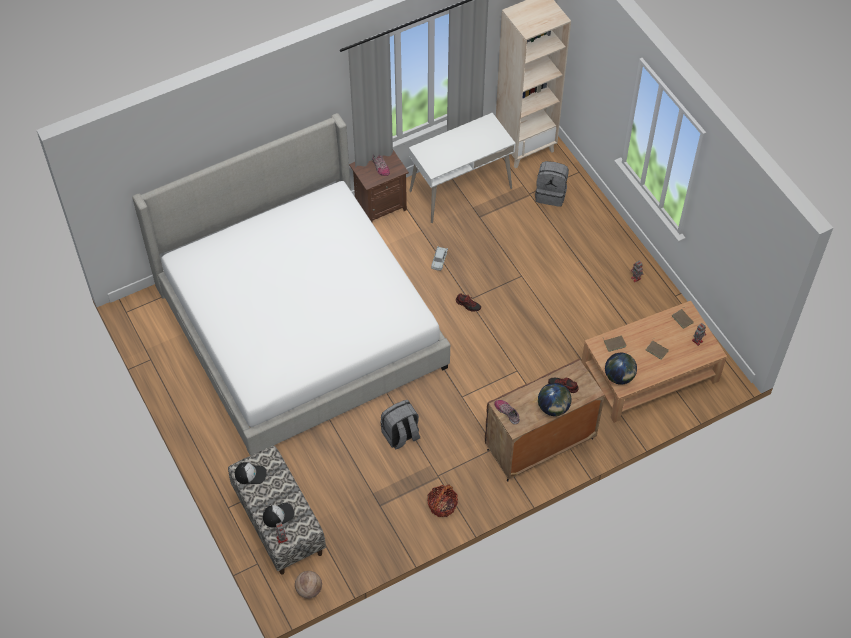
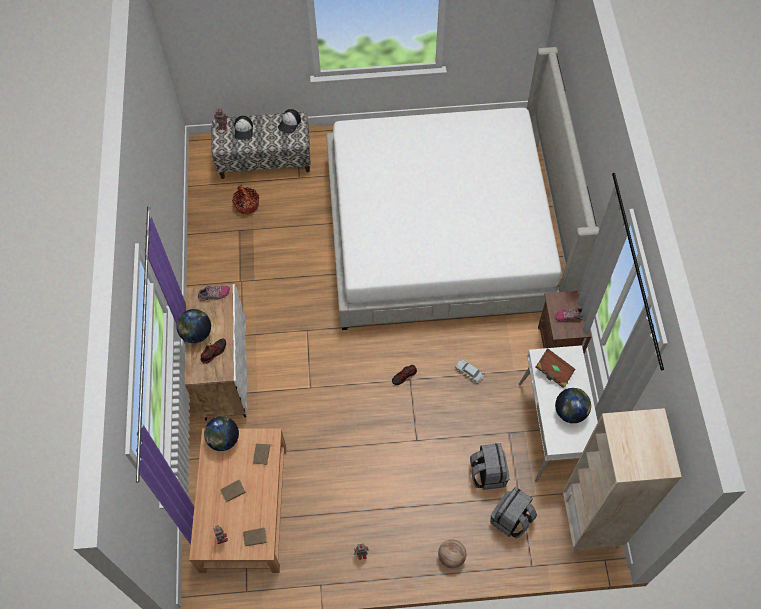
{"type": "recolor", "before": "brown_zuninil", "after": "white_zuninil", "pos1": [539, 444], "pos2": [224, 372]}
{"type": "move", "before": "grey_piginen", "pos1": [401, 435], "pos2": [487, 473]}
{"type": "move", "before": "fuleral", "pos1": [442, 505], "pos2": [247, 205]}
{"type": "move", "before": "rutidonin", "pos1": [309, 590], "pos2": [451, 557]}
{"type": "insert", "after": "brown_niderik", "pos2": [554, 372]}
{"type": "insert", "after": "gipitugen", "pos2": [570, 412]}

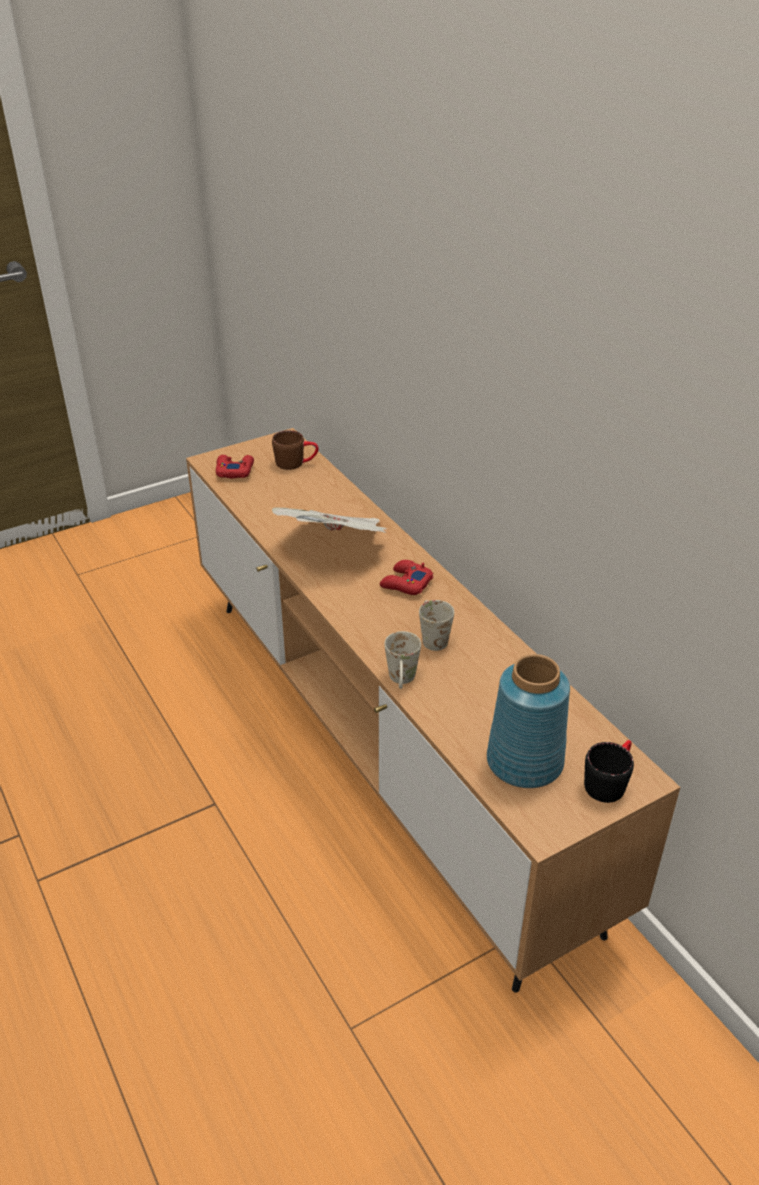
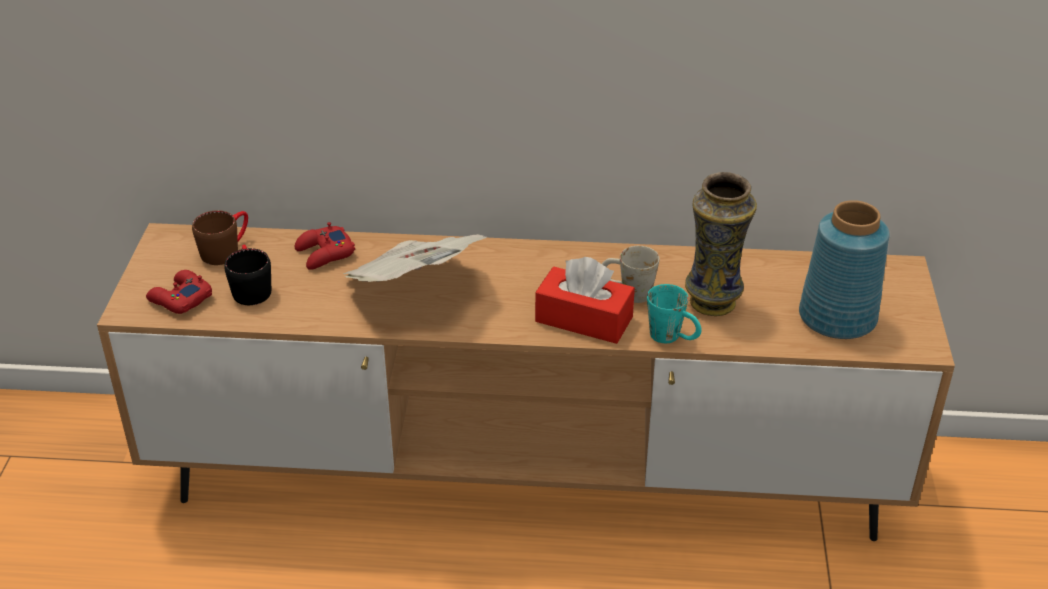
{"type": "move", "before": "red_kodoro", "pos1": [405, 583], "pos2": [324, 253]}
{"type": "recolor", "before": "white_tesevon", "after": "turquoise_tesevon", "pos1": [402, 681], "pos2": [673, 338]}
{"type": "move", "before": "black_tesevon", "pos1": [609, 781], "pos2": [250, 288]}
{"type": "insert", "after": "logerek", "pos2": [713, 303]}
{"type": "insert", "after": "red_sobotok", "pos2": [584, 319]}

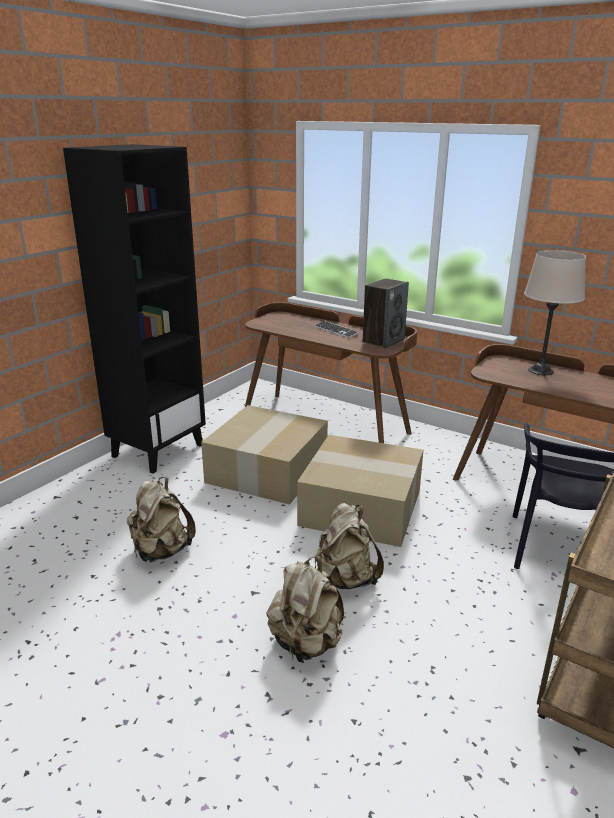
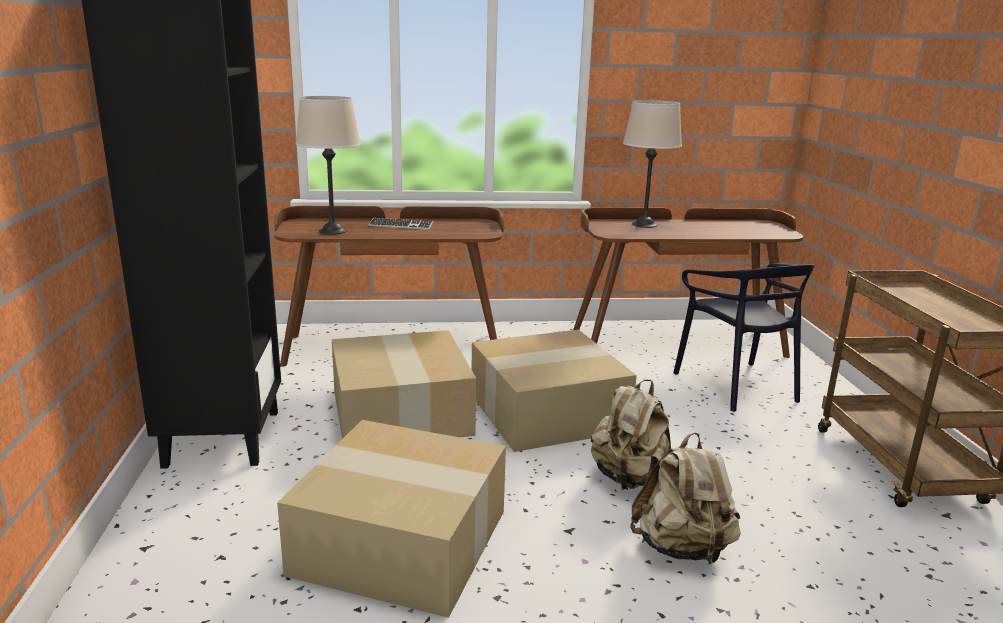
{"type": "delete", "before": "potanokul", "pos1": [383, 341]}
{"type": "replace", "before": "beige_piginen", "after": "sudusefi", "pos1": [161, 551], "pos2": [404, 540]}
{"type": "insert", "after": "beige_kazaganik", "pos2": [332, 231]}

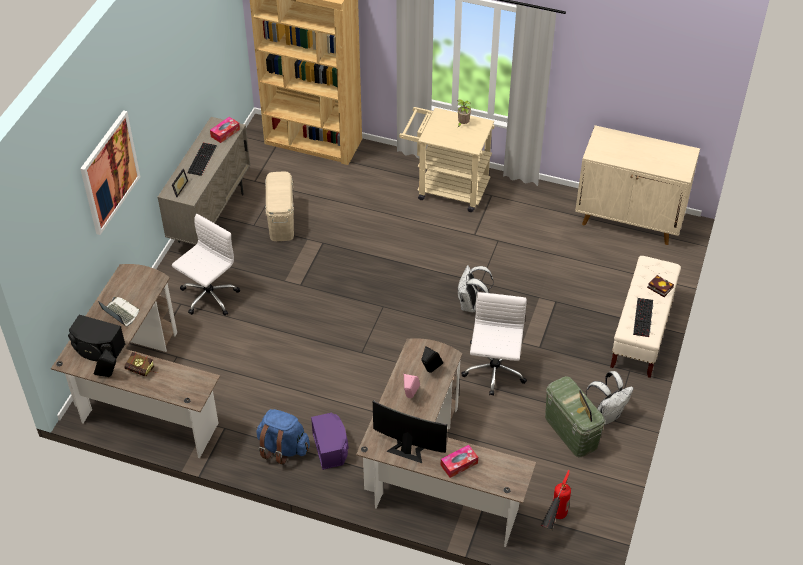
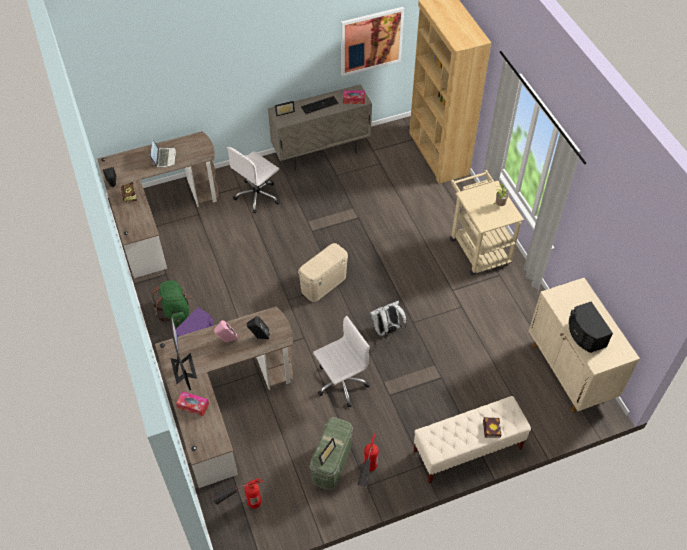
{"type": "move", "before": "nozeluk", "pos1": [109, 172], "pos2": [371, 41]}
{"type": "move", "before": "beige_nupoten", "pos1": [281, 221], "pos2": [323, 284]}
{"type": "rotate", "before": "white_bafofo", "pos1": [208, 297], "pos2": [258, 196], "turn": 135}
{"type": "delete", "before": "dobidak", "pos1": [643, 318]}
{"type": "move", "before": "black_potanokul", "pos1": [98, 349], "pos2": [585, 334]}
{"type": "replace", "before": "white_piginen", "after": "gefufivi", "pos1": [606, 415], "pos2": [367, 476]}
{"type": "recolor", "before": "blue_piginen", "after": "green_piginen", "pos1": [282, 448], "pos2": [175, 312]}

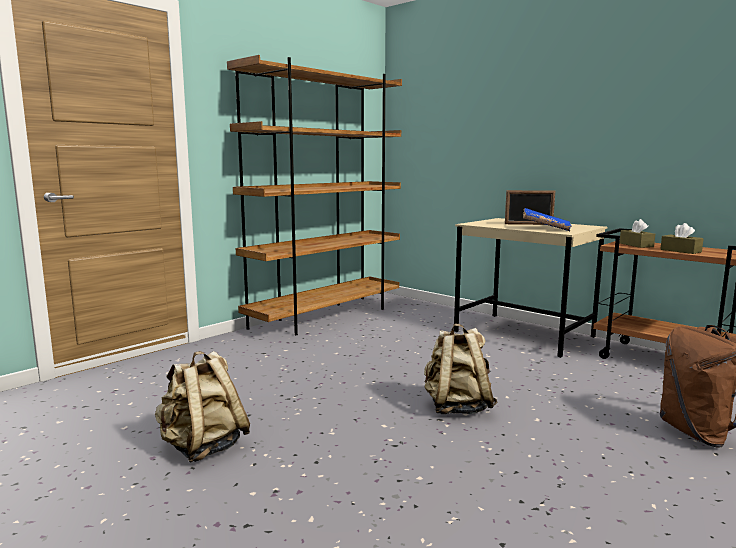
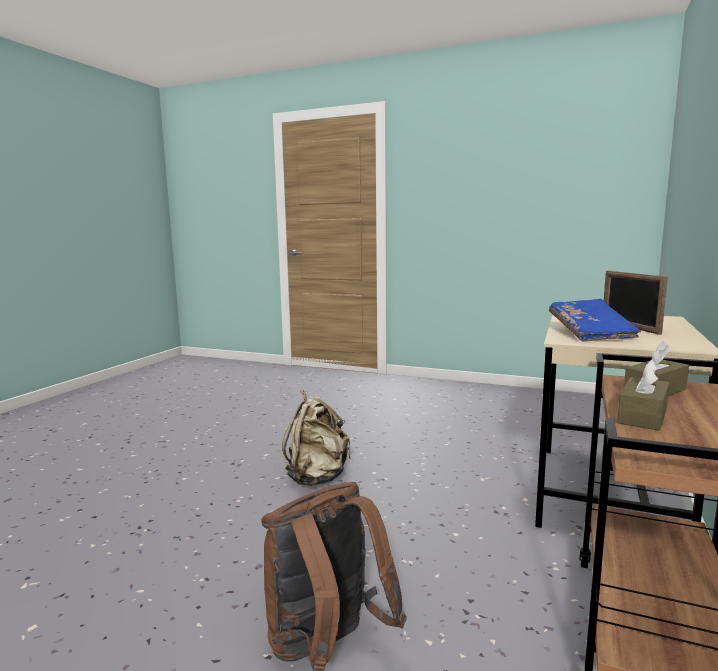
{"type": "delete", "before": "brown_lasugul", "pos1": [326, 316]}
{"type": "delete", "before": "beige_piginen", "pos1": [203, 447]}

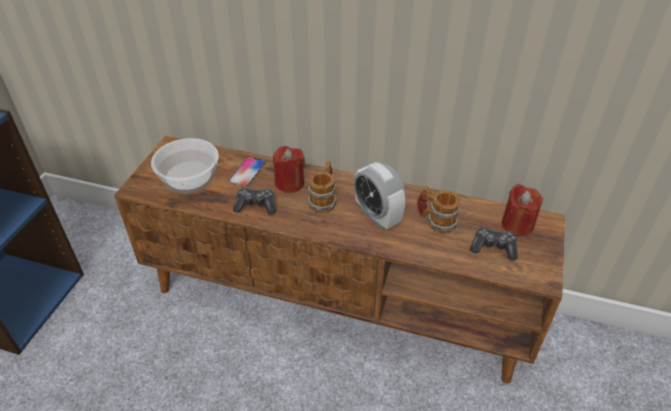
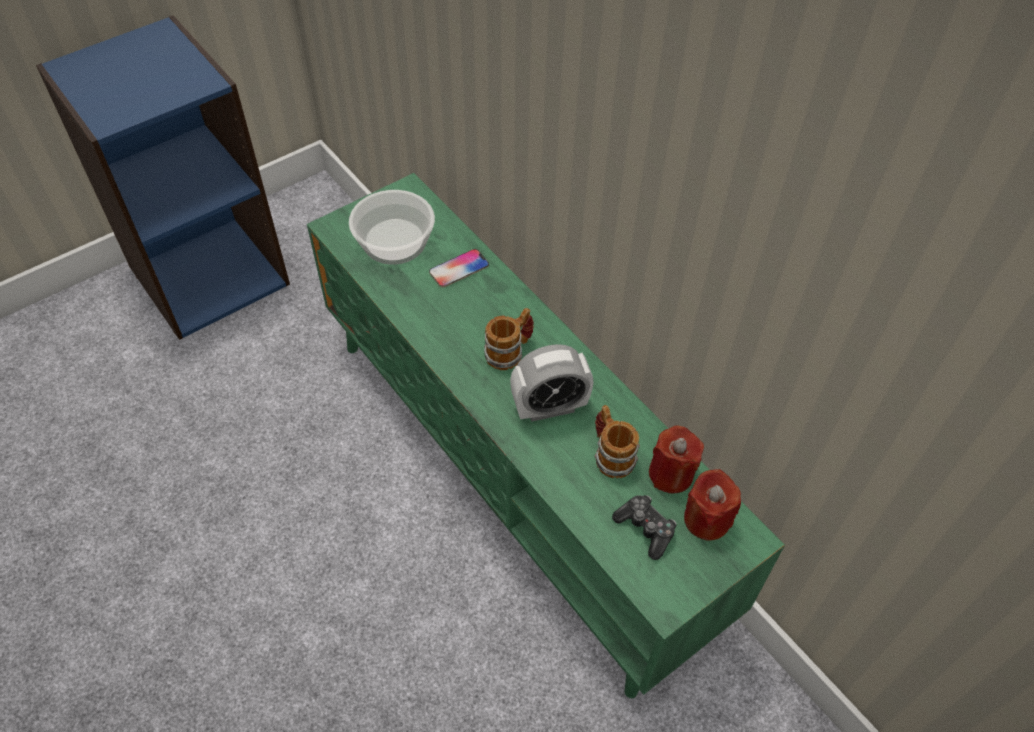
{"type": "recolor", "before": "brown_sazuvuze", "after": "green_sazuvuze", "pos1": [337, 302], "pos2": [517, 475]}
{"type": "move", "before": "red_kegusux", "pos1": [289, 183], "pos2": [671, 474]}
{"type": "rotate", "before": "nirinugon", "pos1": [377, 216], "pos2": [549, 407], "turn": -105}
{"type": "delete", "before": "kodoro", "pos1": [256, 205]}

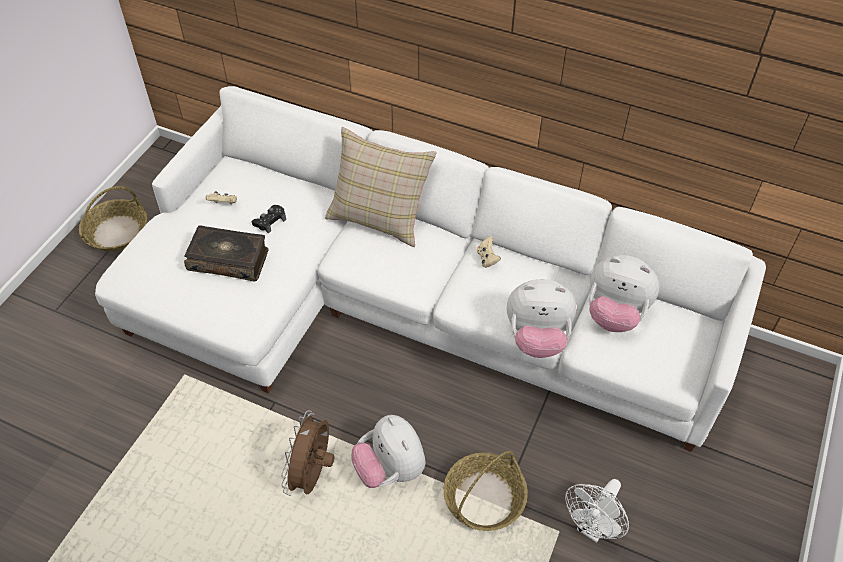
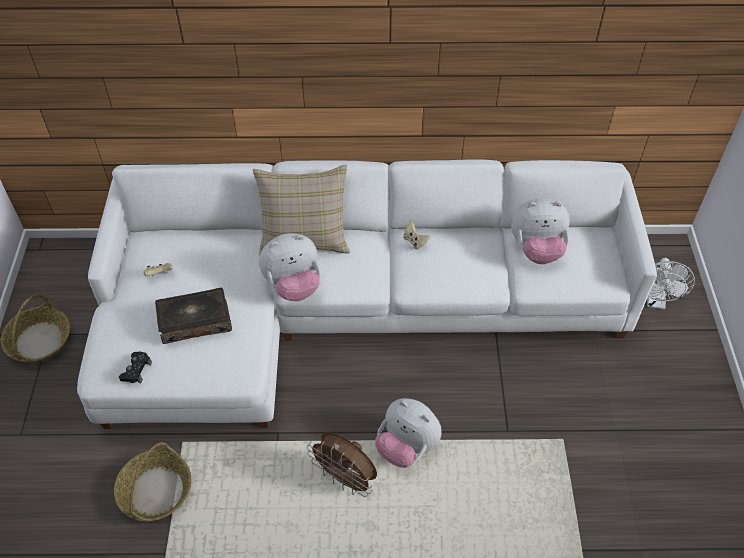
{"type": "move", "before": "black_kodoro", "pos1": [270, 221], "pos2": [136, 370]}
{"type": "move", "before": "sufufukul", "pos1": [537, 338], "pos2": [293, 286]}
{"type": "rotate", "before": "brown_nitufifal", "pos1": [313, 474], "pos2": [345, 478], "turn": -45}
{"type": "move", "before": "fuleral", "pos1": [484, 497], "pos2": [156, 490]}
{"type": "move", "before": "white_nitufifal", "pos1": [592, 528], "pos2": [656, 301]}

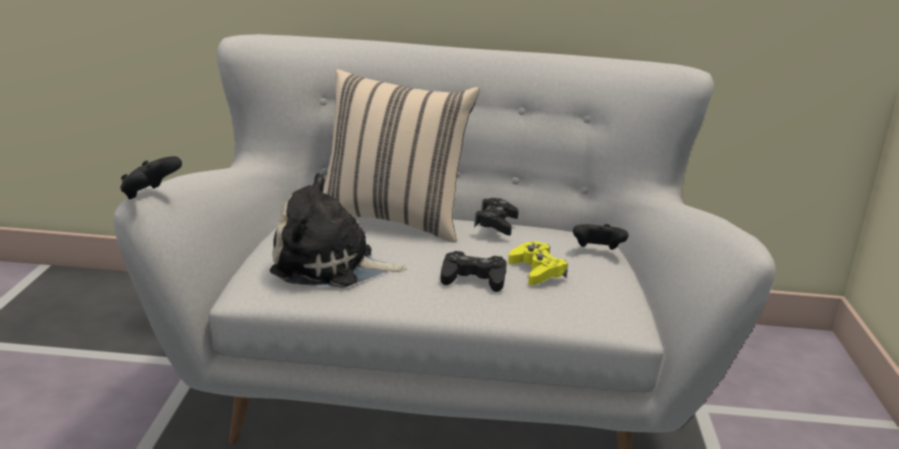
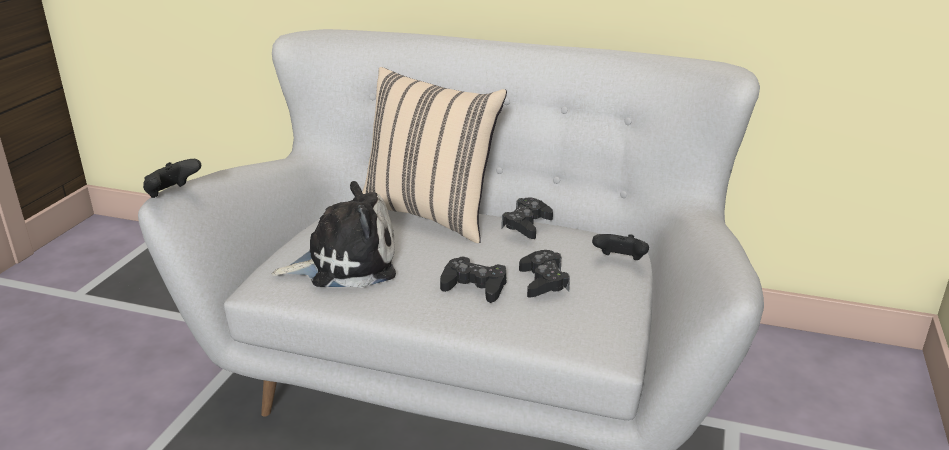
{"type": "rotate", "before": "sufufukul", "pos1": [330, 266], "pos2": [345, 263], "turn": 150}
{"type": "recolor", "before": "yellow_kodoro", "after": "black_kodoro", "pos1": [537, 271], "pos2": [543, 281]}

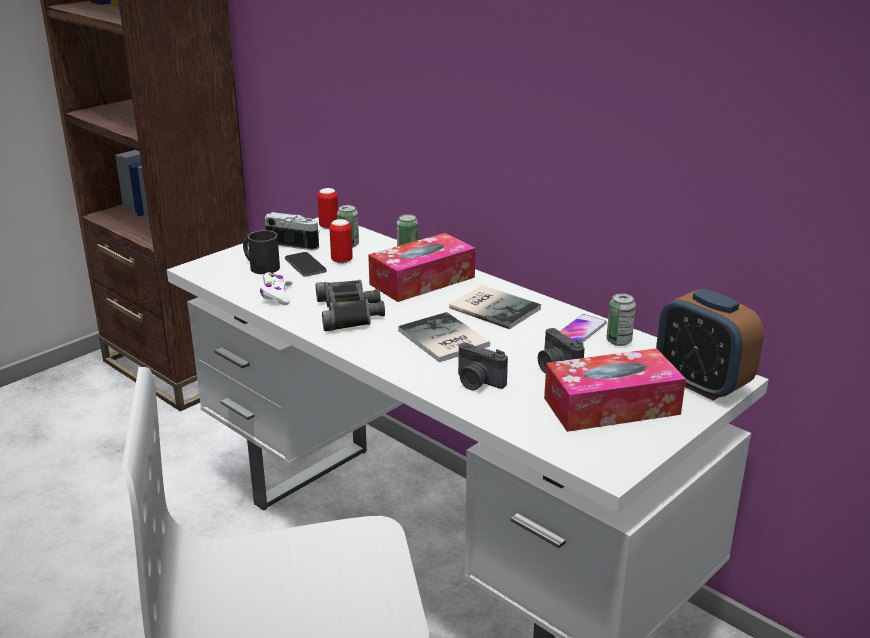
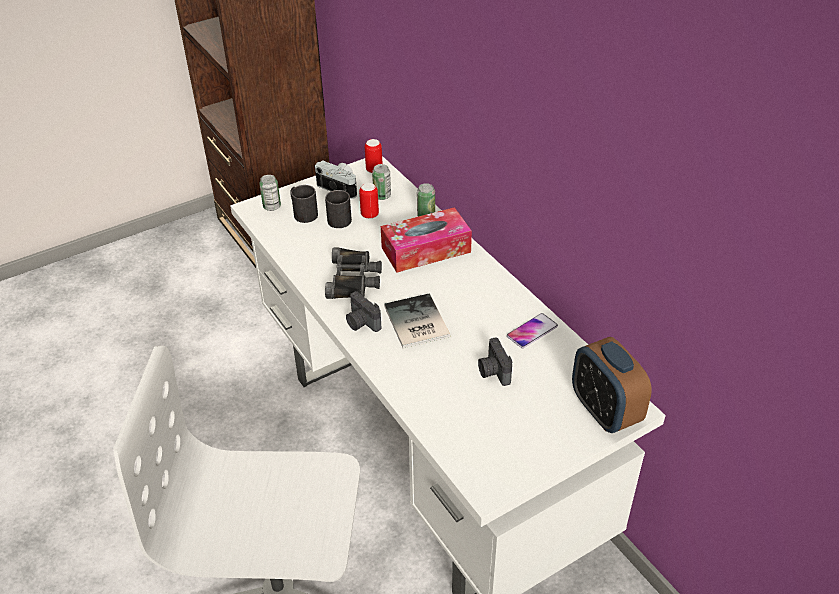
{"type": "replace", "before": "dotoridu", "after": "black_tesevon", "pos1": [305, 266], "pos2": [338, 217]}
{"type": "delete", "before": "white_kodoro", "pos1": [276, 294]}
{"type": "delete", "before": "niderik", "pos1": [494, 307]}
{"type": "move", "before": "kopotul", "pos1": [619, 341], "pos2": [272, 206]}
{"type": "move", "before": "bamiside", "pos1": [478, 382], "pos2": [361, 323]}
{"type": "delete", "before": "sobotok", "pos1": [611, 406]}

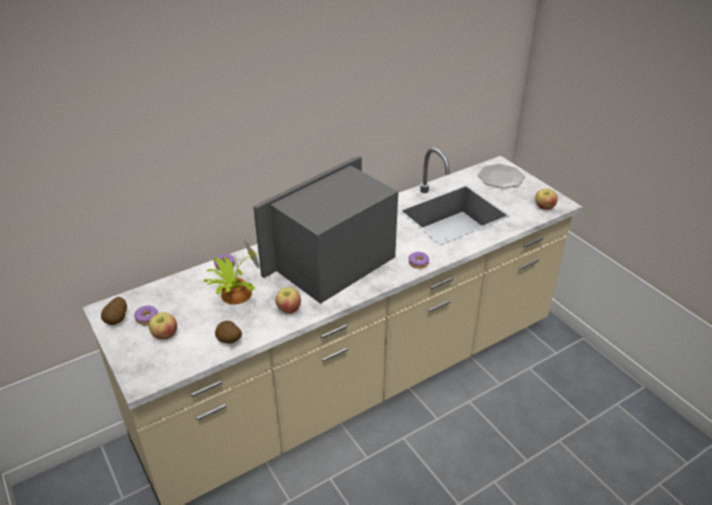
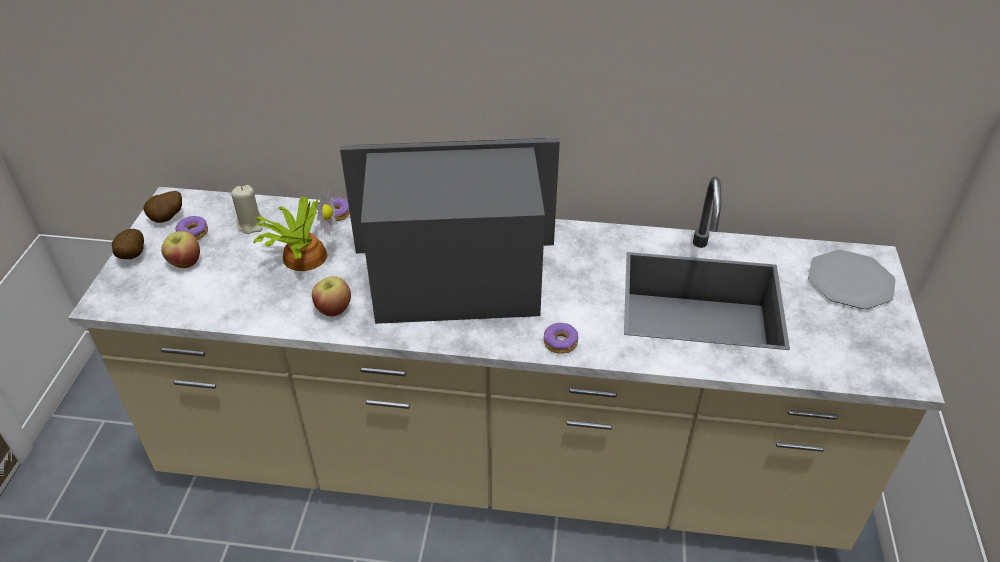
{"type": "delete", "before": "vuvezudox", "pos1": [544, 207]}
{"type": "move", "before": "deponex", "pos1": [229, 341], "pos2": [131, 256]}
{"type": "insert", "after": "beige_kegusux", "pos2": [251, 225]}

